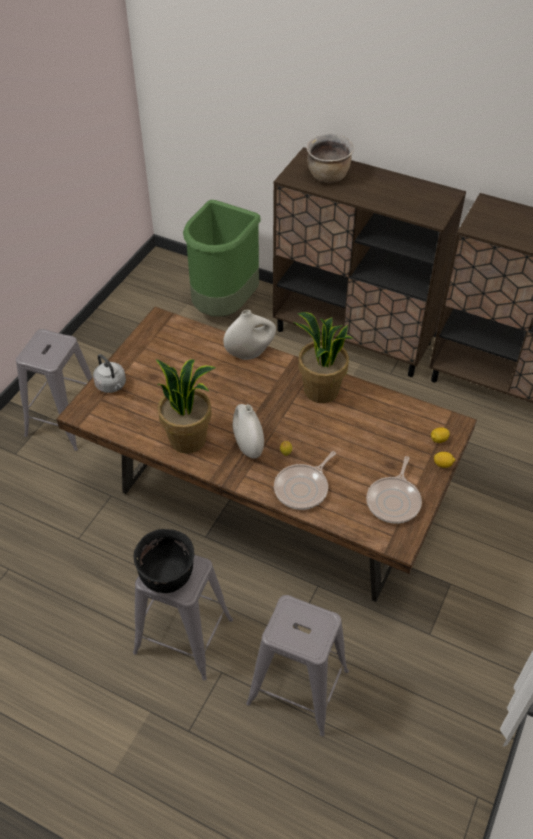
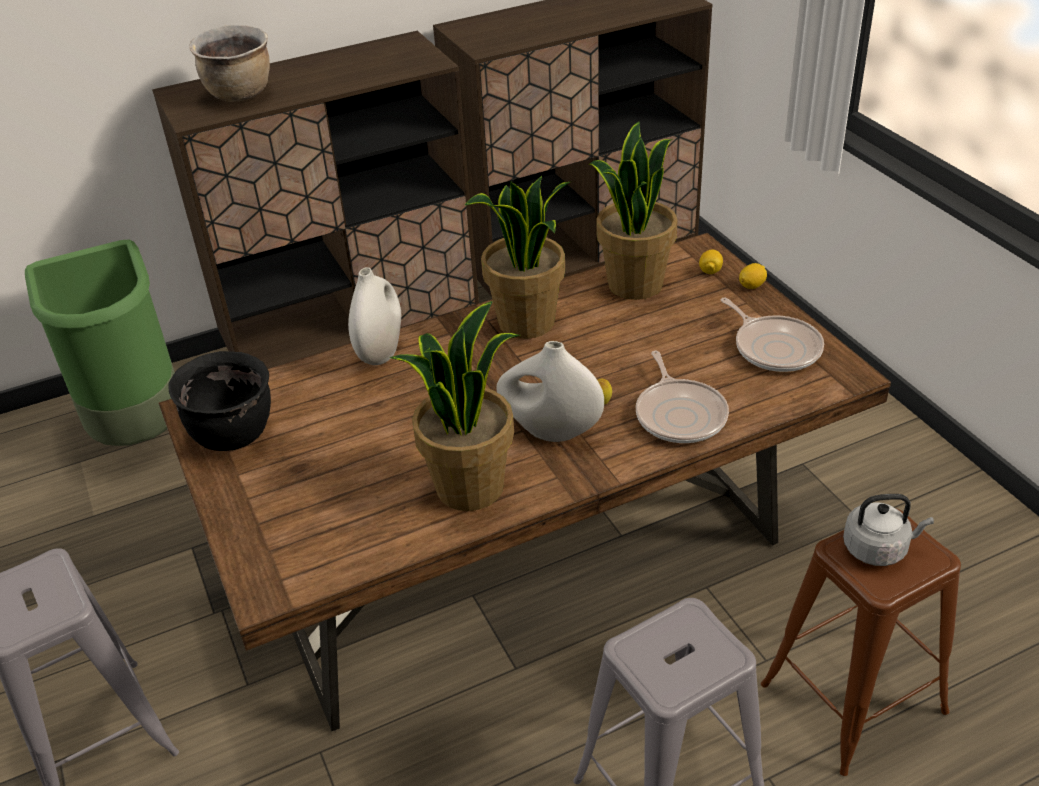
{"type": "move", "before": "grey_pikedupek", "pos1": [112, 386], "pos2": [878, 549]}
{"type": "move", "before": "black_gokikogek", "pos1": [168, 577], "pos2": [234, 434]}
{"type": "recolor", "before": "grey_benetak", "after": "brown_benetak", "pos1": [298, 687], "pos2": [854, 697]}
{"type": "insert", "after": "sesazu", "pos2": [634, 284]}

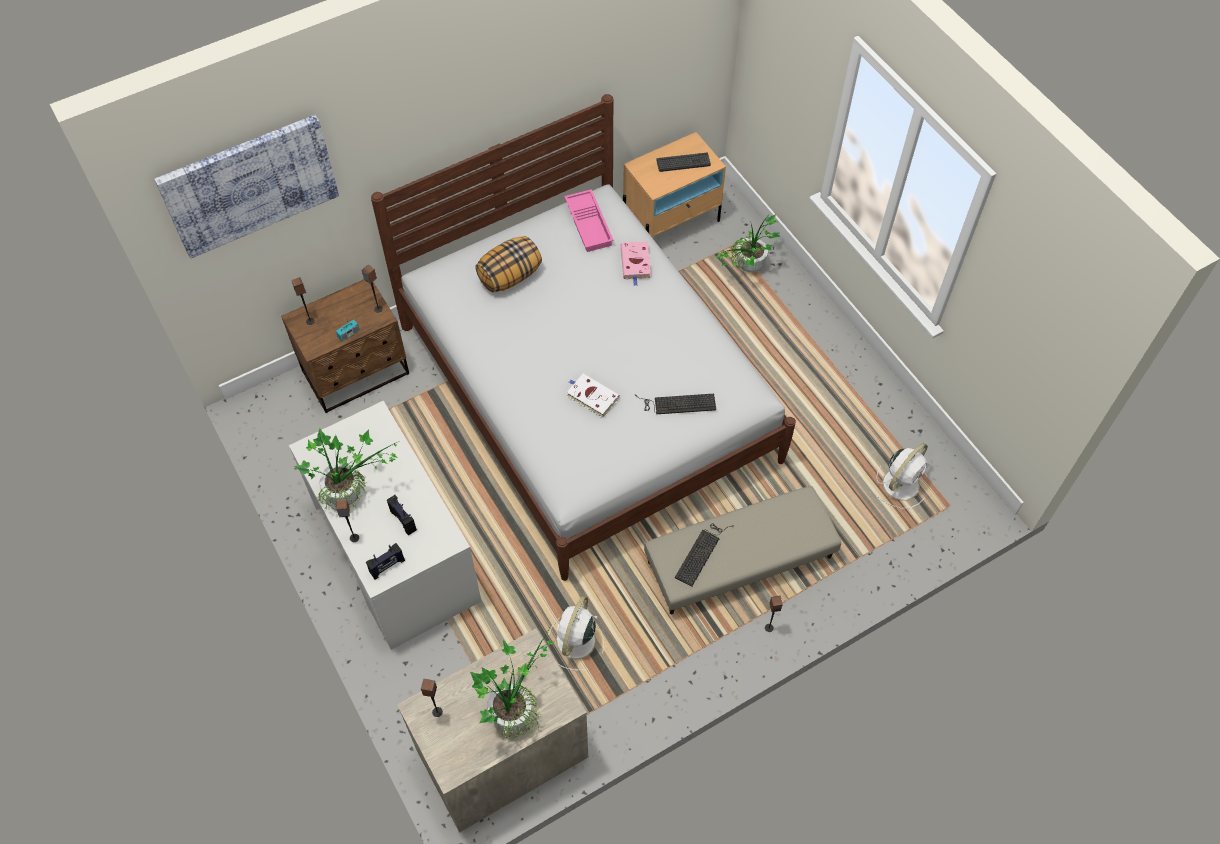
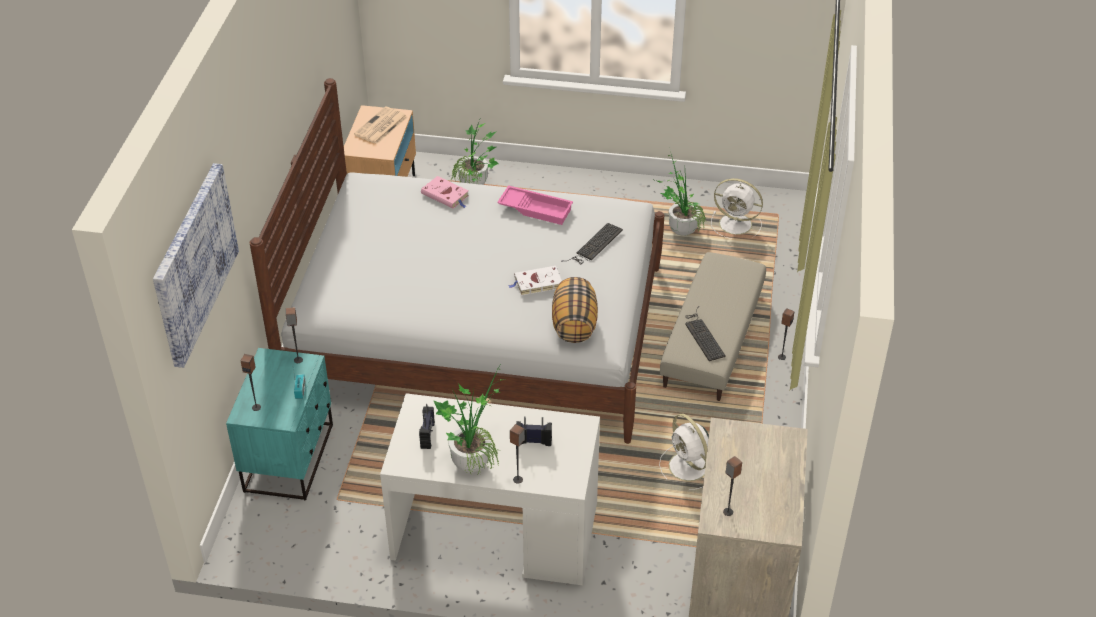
{"type": "replace", "before": "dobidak", "after": "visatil", "pos1": [683, 162], "pos2": [380, 126]}
{"type": "move", "before": "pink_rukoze", "pos1": [590, 224], "pos2": [536, 208]}
{"type": "move", "before": "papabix", "pos1": [510, 276], "pos2": [574, 324]}
{"type": "recolor", "before": "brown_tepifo", "after": "turquoise_tepifo", "pos1": [356, 373], "pos2": [290, 457]}
{"type": "rotate", "before": "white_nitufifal", "pos1": [902, 483], "pos2": [737, 225], "turn": 120}
{"type": "move", "before": "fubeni", "pos1": [387, 567], "pos2": [428, 435]}
{"type": "move", "before": "sesazu", "pos1": [514, 708], "pos2": [679, 227]}

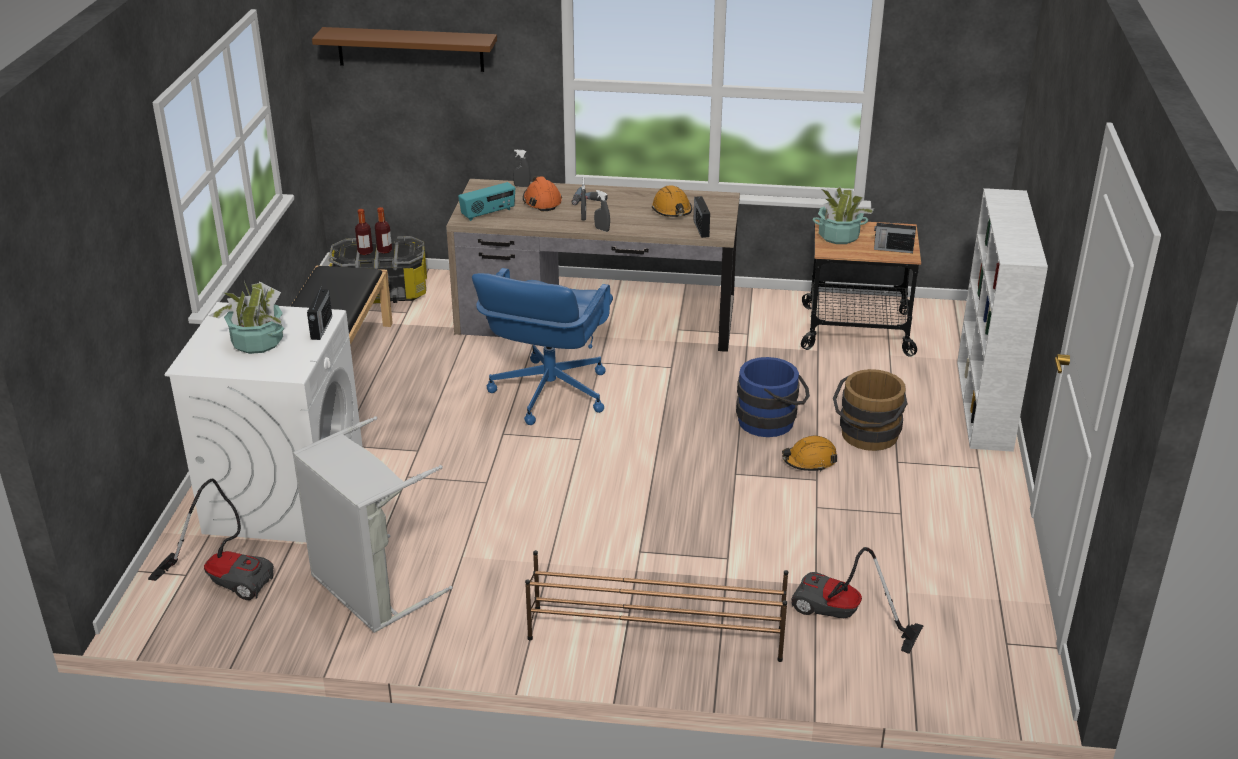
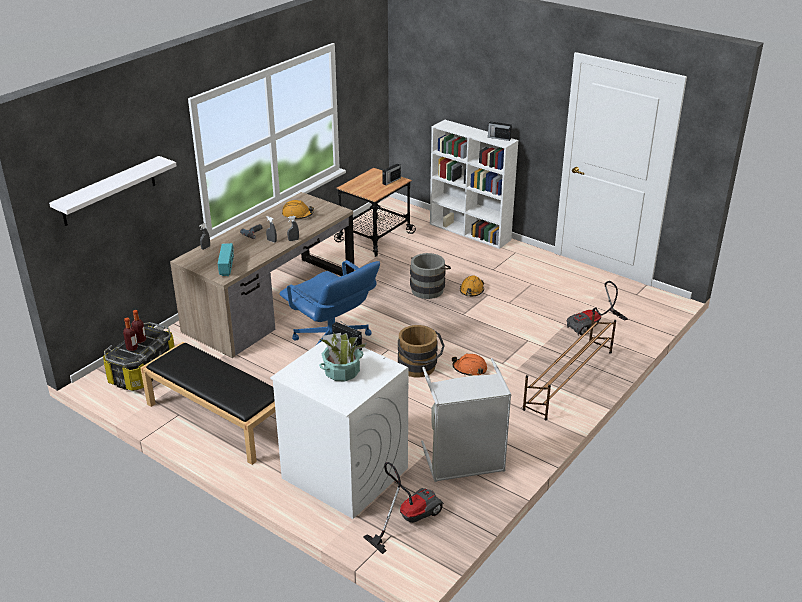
{"type": "recolor", "before": "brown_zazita", "after": "white_zazita", "pos1": [410, 49], "pos2": [109, 191]}
{"type": "move", "before": "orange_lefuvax", "pos1": [542, 201], "pos2": [469, 369]}
{"type": "delete", "before": "sesazu", "pos1": [838, 236]}
{"type": "move", "before": "fubeni", "pos1": [701, 228], "pos2": [498, 138]}
{"type": "recolor", "before": "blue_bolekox", "after": "grey_bolekox", "pos1": [772, 421], "pos2": [429, 288]}
{"type": "move", "before": "brown_bolekox", "pos1": [867, 437], "pos2": [419, 368]}

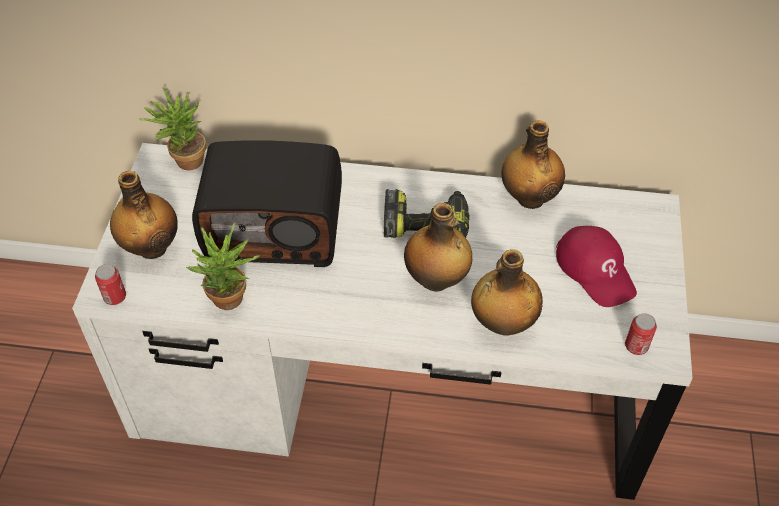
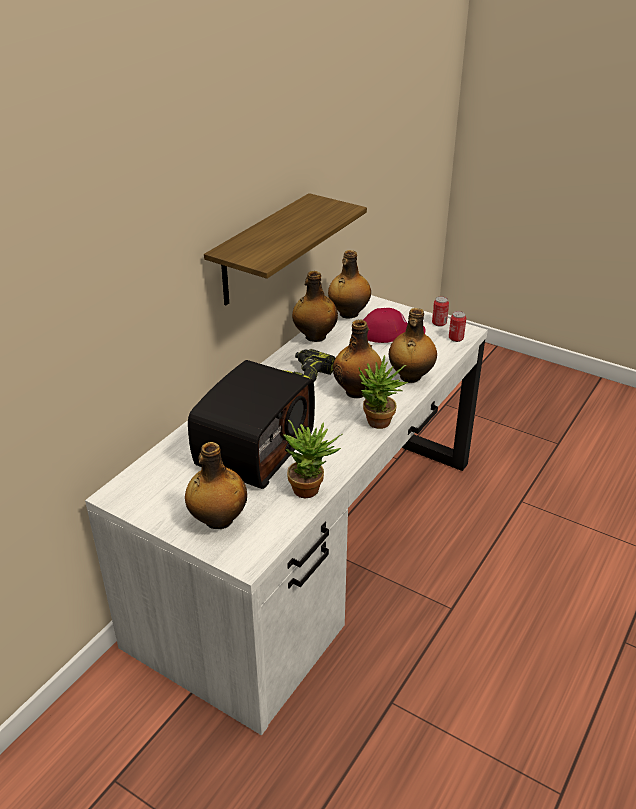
{"type": "move", "before": "sesazu", "pos1": [184, 162], "pos2": [378, 425]}
{"type": "move", "before": "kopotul", "pos1": [115, 297], "pos2": [439, 323]}
{"type": "insert", "after": "zazita", "pos2": [261, 250]}
{"type": "insert", "after": "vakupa", "pos2": [348, 314]}

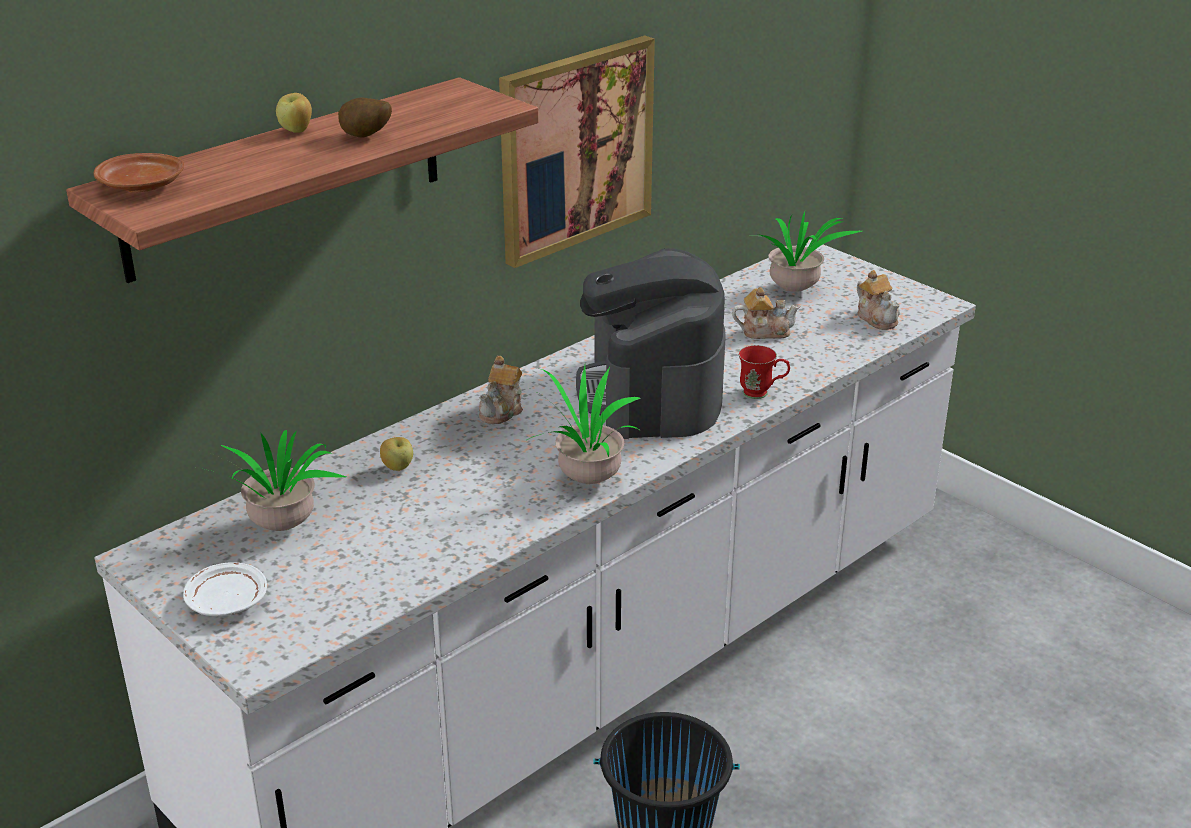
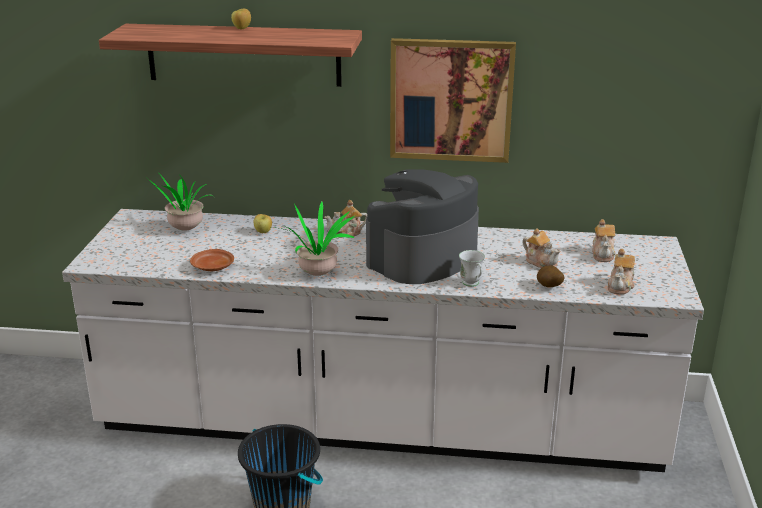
{"type": "move", "before": "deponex", "pos1": [365, 137], "pos2": [548, 287]}
{"type": "move", "before": "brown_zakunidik", "pos1": [142, 186], "pos2": [213, 267]}
{"type": "replace", "before": "sesazu", "after": "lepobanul", "pos1": [795, 292], "pos2": [603, 254]}
{"type": "recolor", "before": "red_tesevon", "after": "white_tesevon", "pos1": [762, 394], "pos2": [472, 285]}
{"type": "delete", "before": "white_zakunidik", "pos1": [226, 601]}

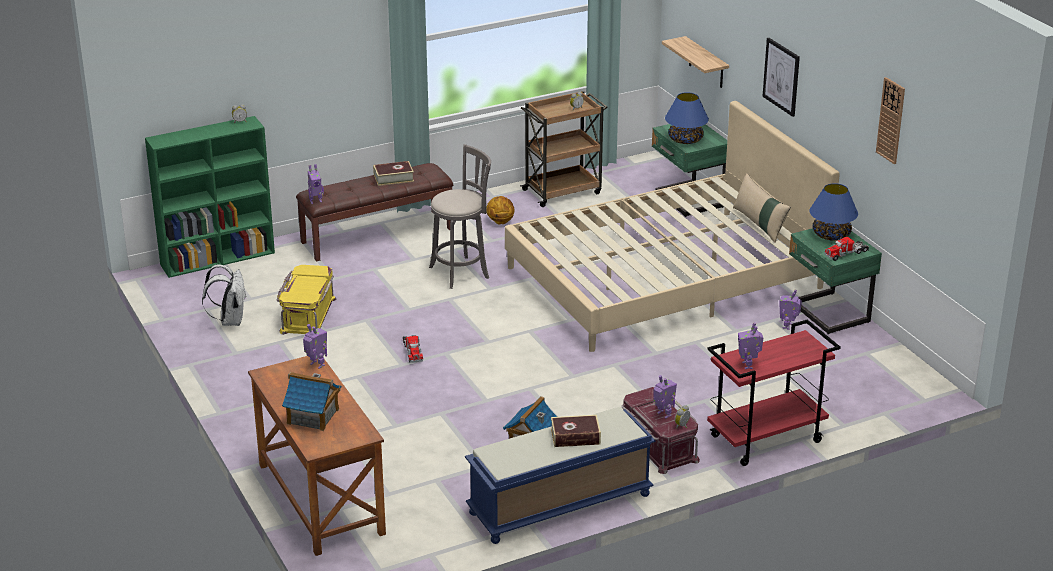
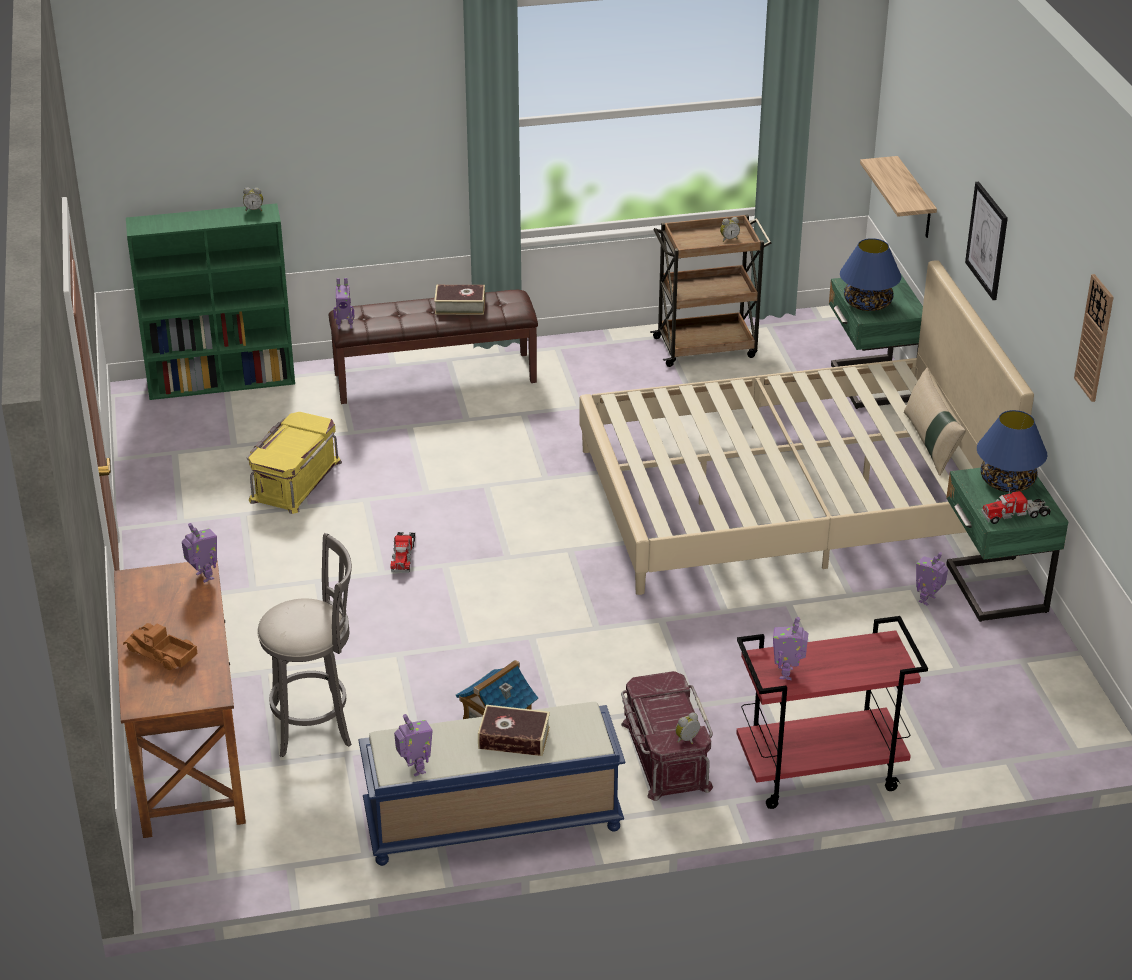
{"type": "move", "before": "grey_benetak", "pos1": [462, 272], "pos2": [316, 724]}
{"type": "delete", "before": "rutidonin", "pos1": [500, 222]}
{"type": "delete", "before": "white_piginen", "pos1": [230, 320]}
{"type": "replace", "before": "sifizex", "after": "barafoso", "pos1": [313, 416], "pos2": [161, 654]}
{"type": "move", "before": "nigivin", "pos1": [663, 414], "pos2": [415, 769]}

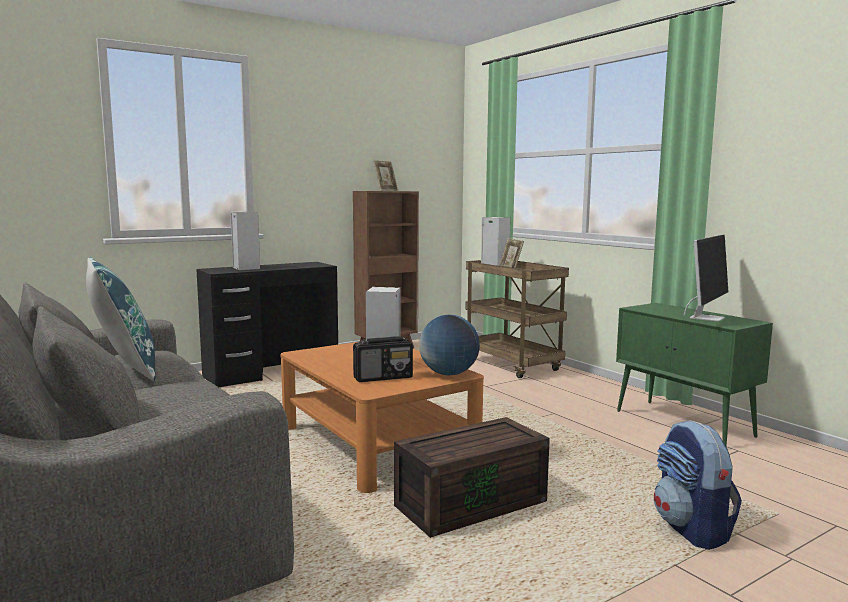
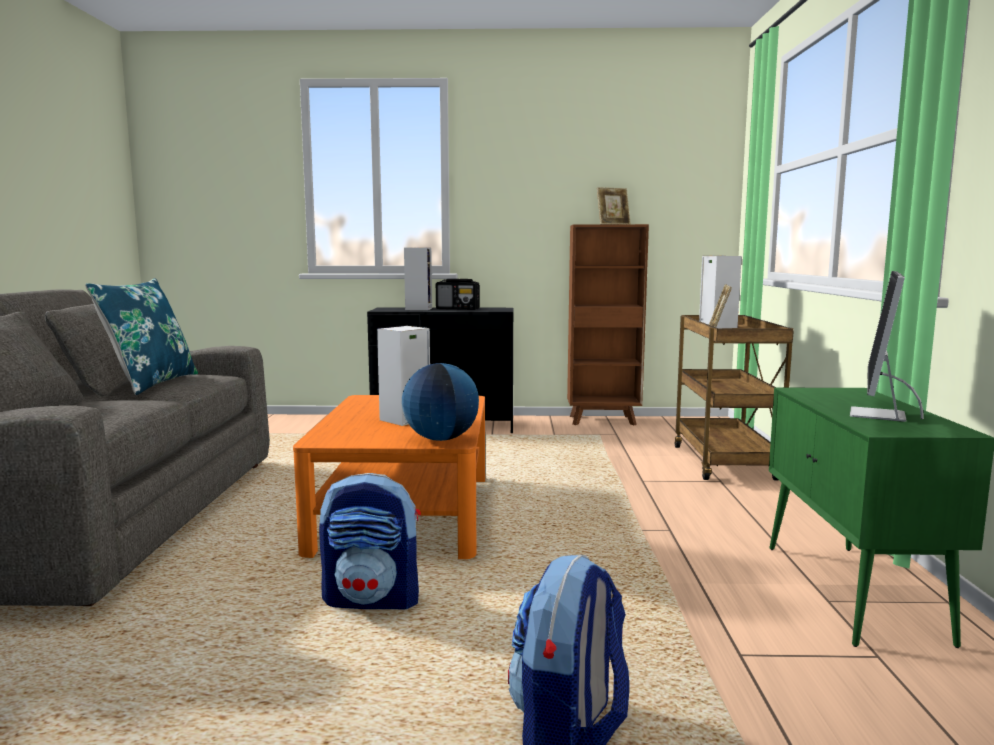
{"type": "rotate", "before": "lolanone", "pos1": [706, 317], "pos2": [878, 415], "turn": 135}
{"type": "move", "before": "fubeni", "pos1": [383, 377], "pos2": [458, 309]}
{"type": "replace", "before": "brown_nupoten", "after": "piginen", "pos1": [471, 503], "pos2": [373, 600]}

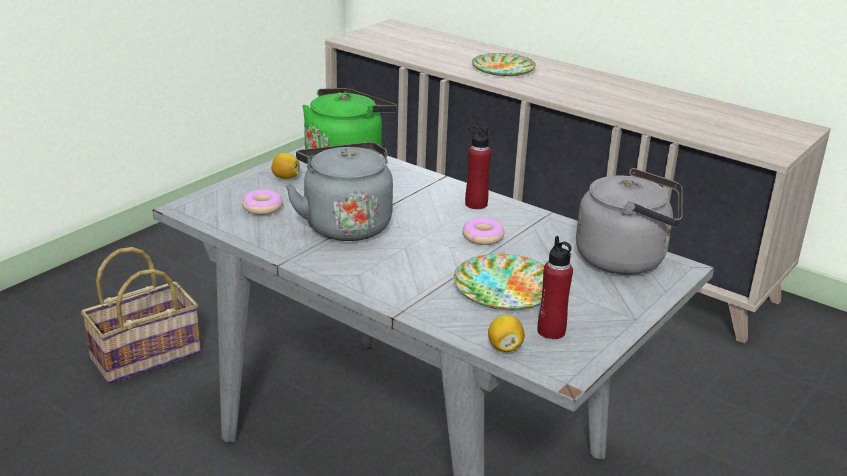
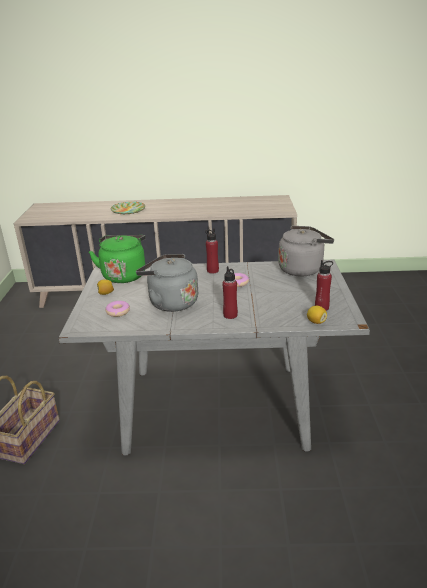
{"type": "delete", "before": "zakunidik", "pos1": [504, 289]}
{"type": "insert", "after": "red_vakupa", "pos2": [230, 315]}

